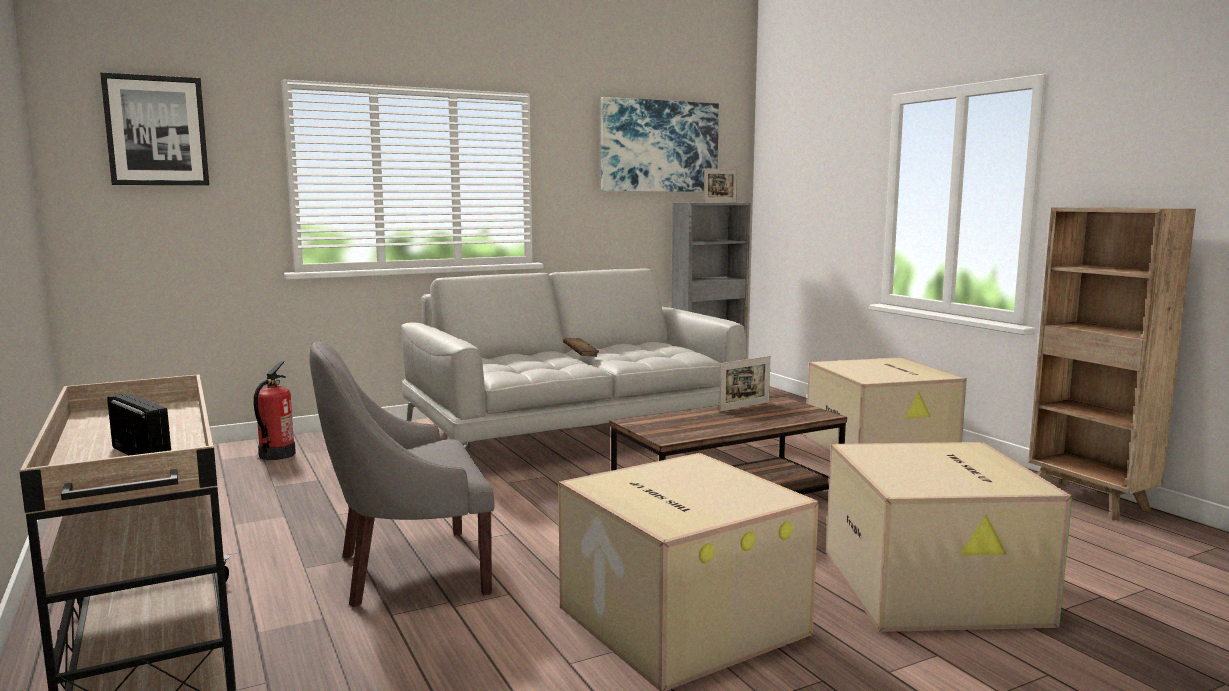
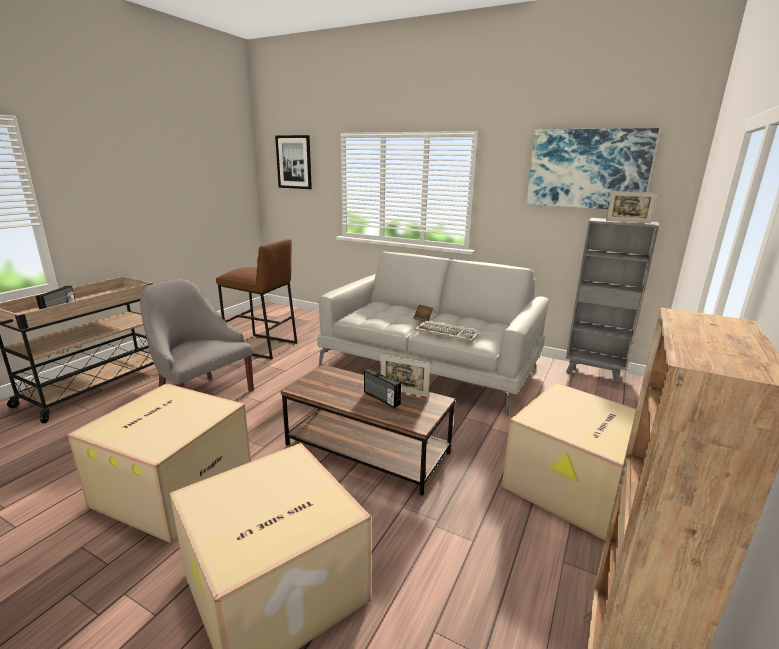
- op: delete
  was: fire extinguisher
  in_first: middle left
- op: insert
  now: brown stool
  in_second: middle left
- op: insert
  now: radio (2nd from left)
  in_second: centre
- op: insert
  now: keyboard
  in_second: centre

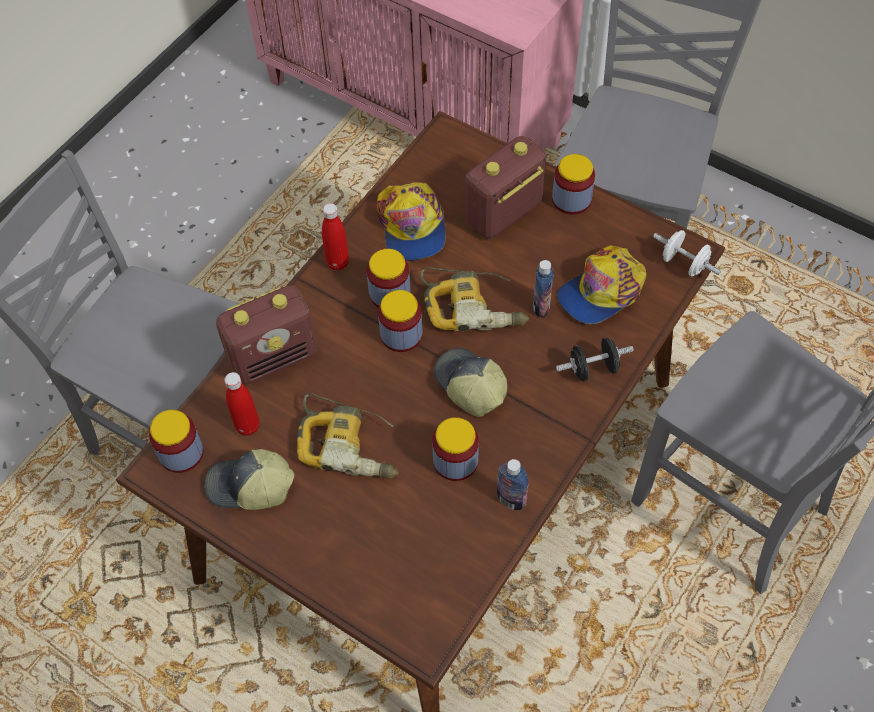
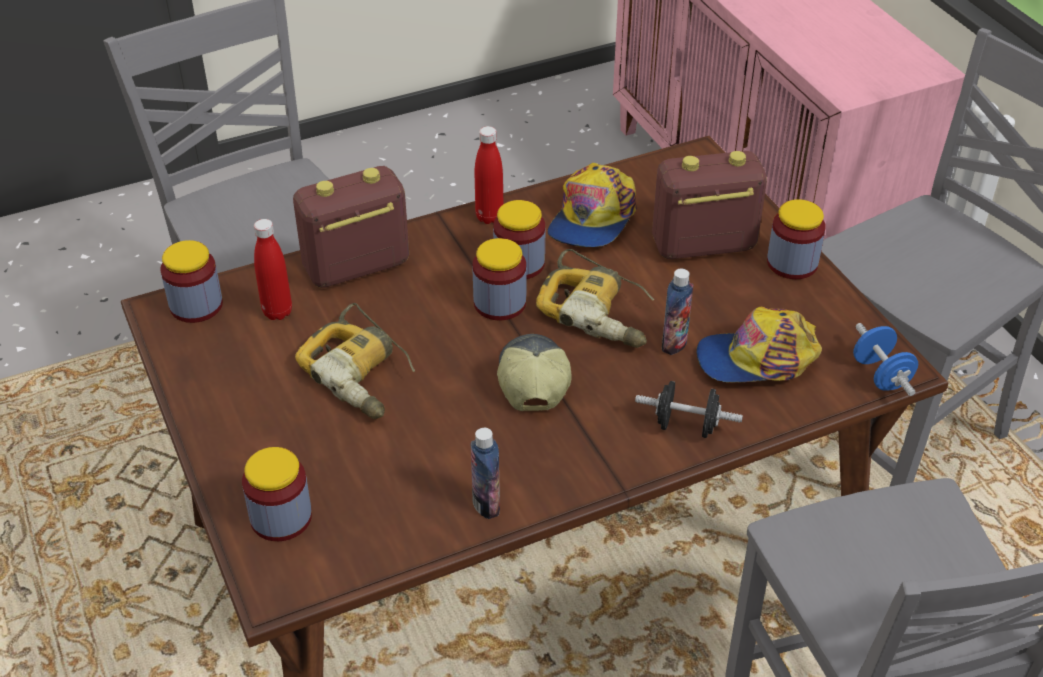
- op: delete
  was: cap (1st from left)
  in_first: bottom left
- op: move
  was: jar (4th from left in the first image)
  now: jar (2nd from left)
  in_first: centre
  in_second: bottom left
- op: recolor
  was: white dumbbell
  now: blue dumbbell
  in_first: middle right
  in_second: middle right
- op: rotate
  was: radio (1st from left)
  in_first: middle left
  in_second: centre
  clockwise: 150

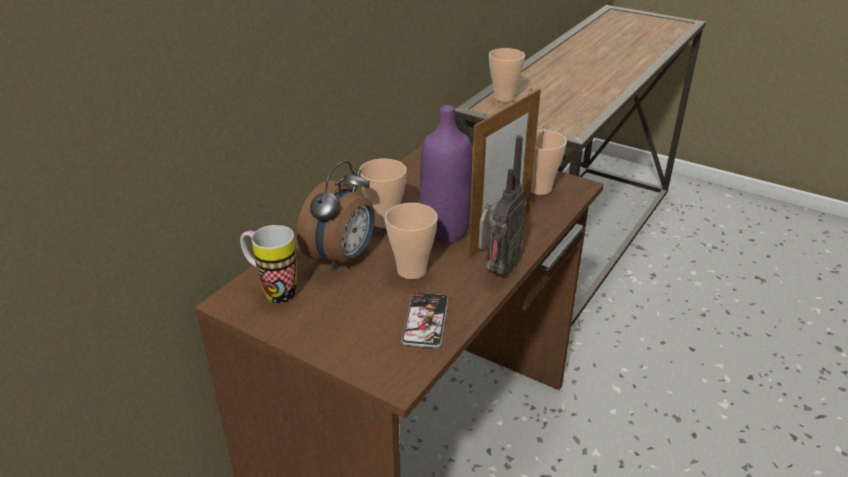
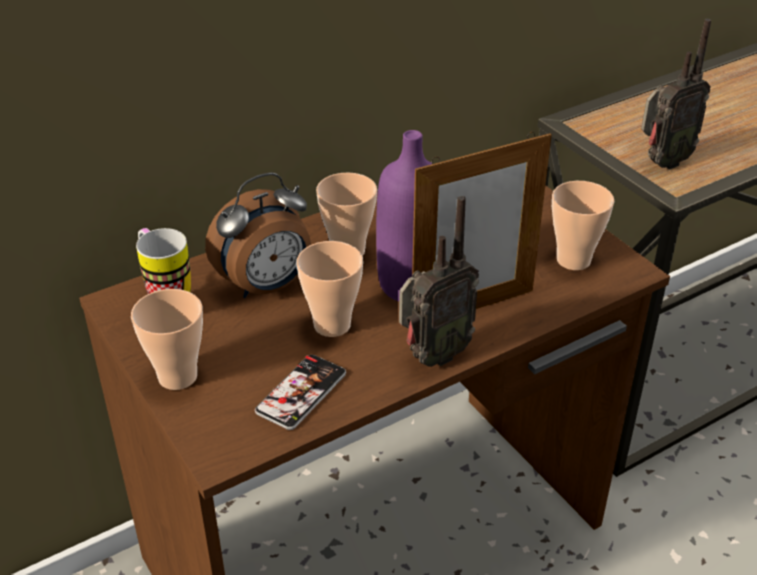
- op: insert
  now: radio (2nd from left)
  in_second: top right
- op: move
  was: cup (3rd from left in the first image)
  now: cup (1st from left)
  in_first: top centre
  in_second: middle left

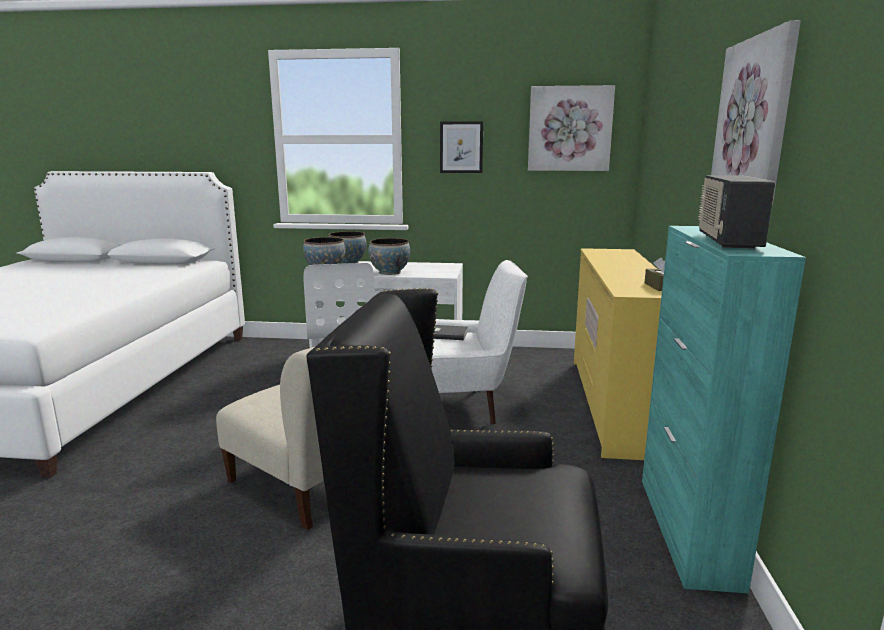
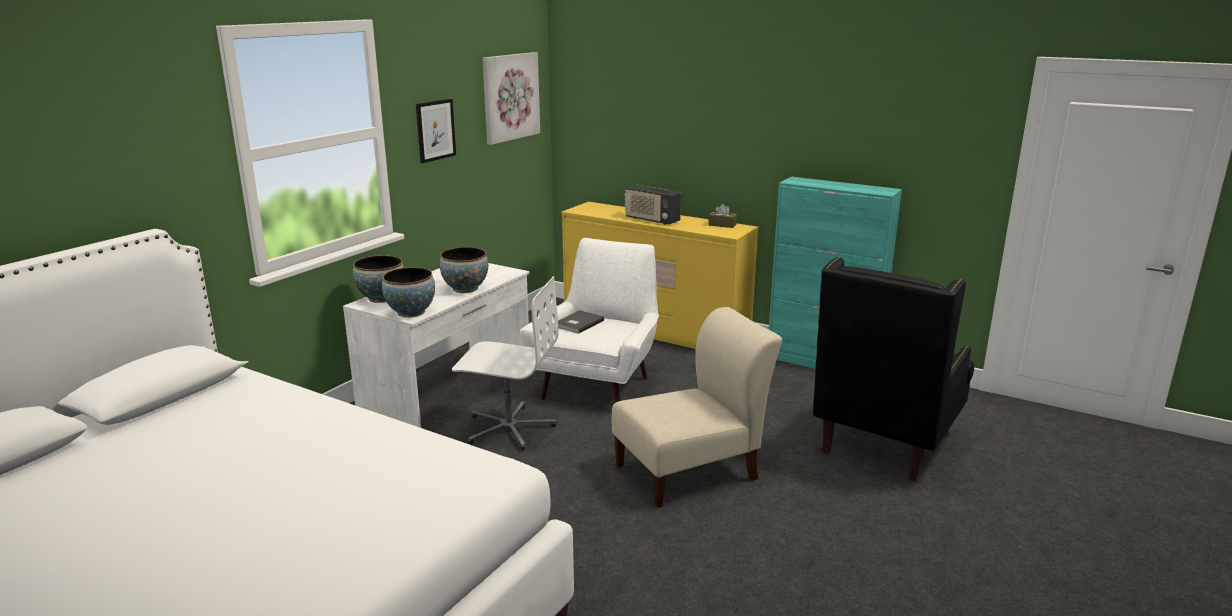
- op: delete
  was: picture (3rd from left)
  in_first: top right
- op: move
  was: radio
  in_first: middle right
  in_second: top centre

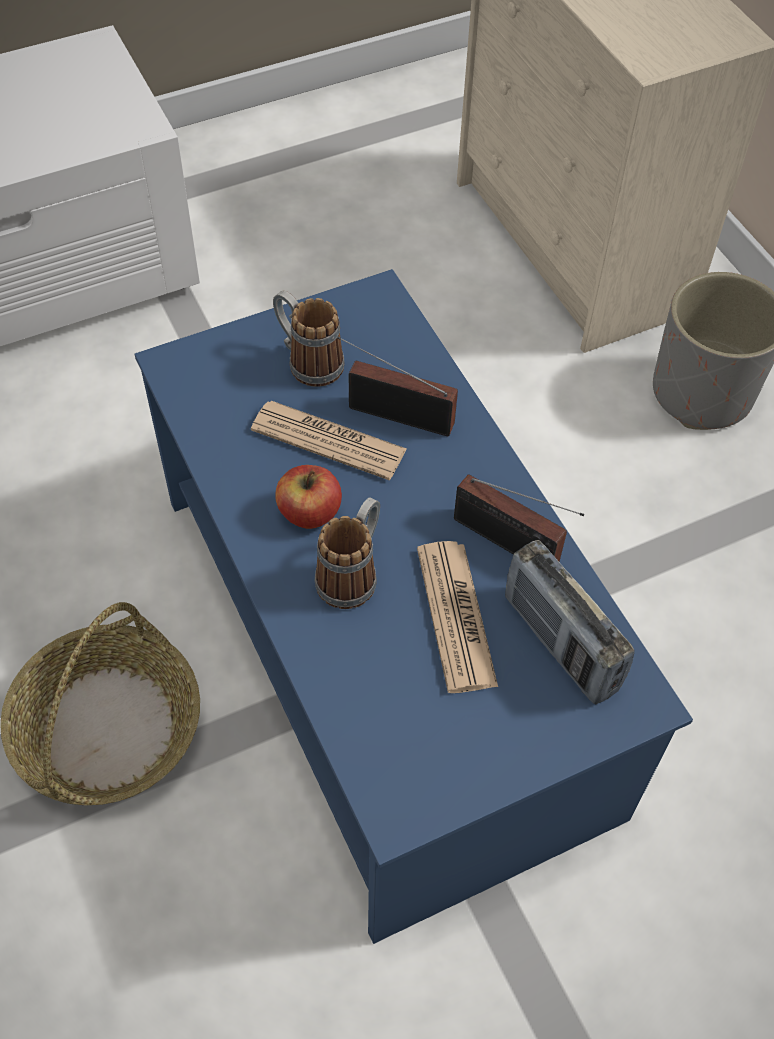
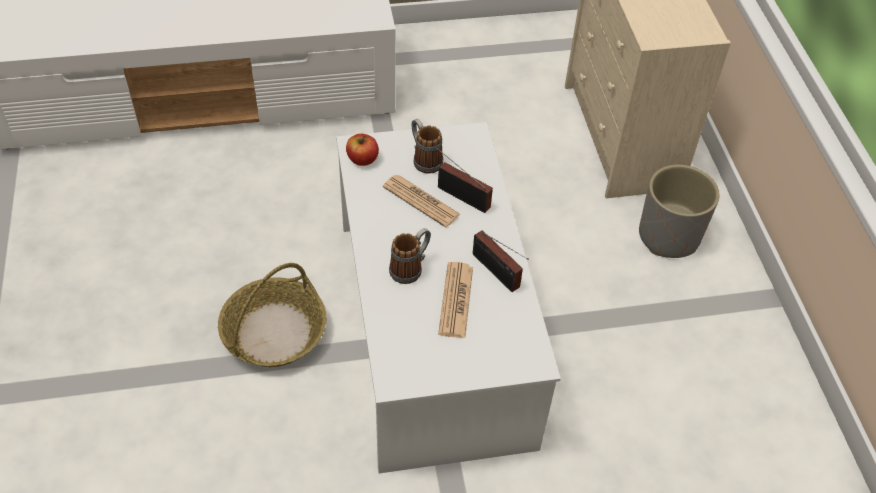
- op: delete
  was: radio (3rd from left)
  in_first: middle right
- op: move
  was: apple
  in_first: centre
  in_second: top centre
- op: recolor
  was: blue coffee table
  now: white coffee table
  in_first: centre
  in_second: centre

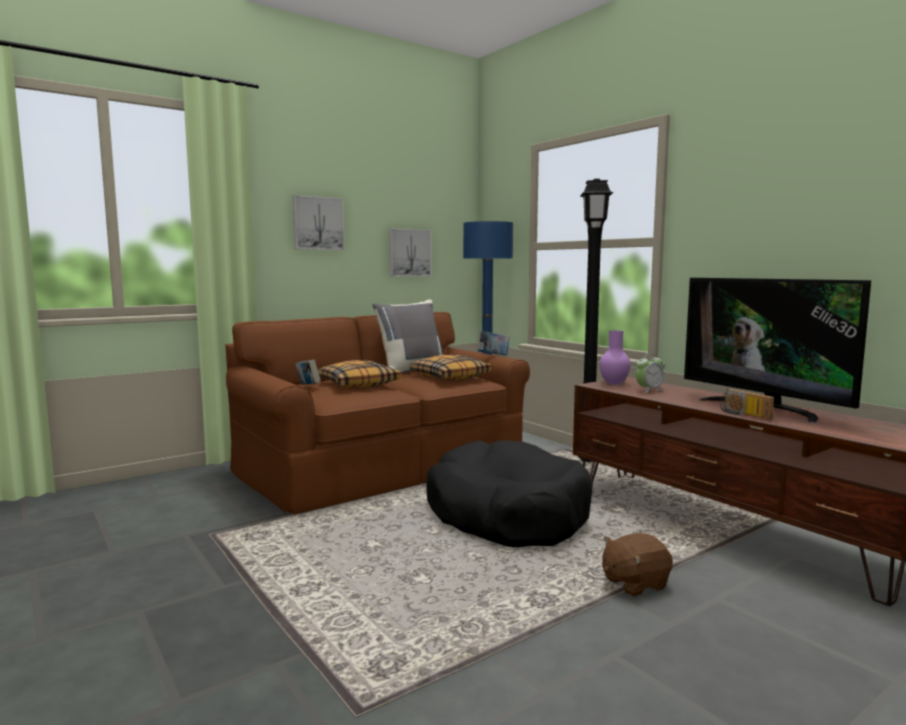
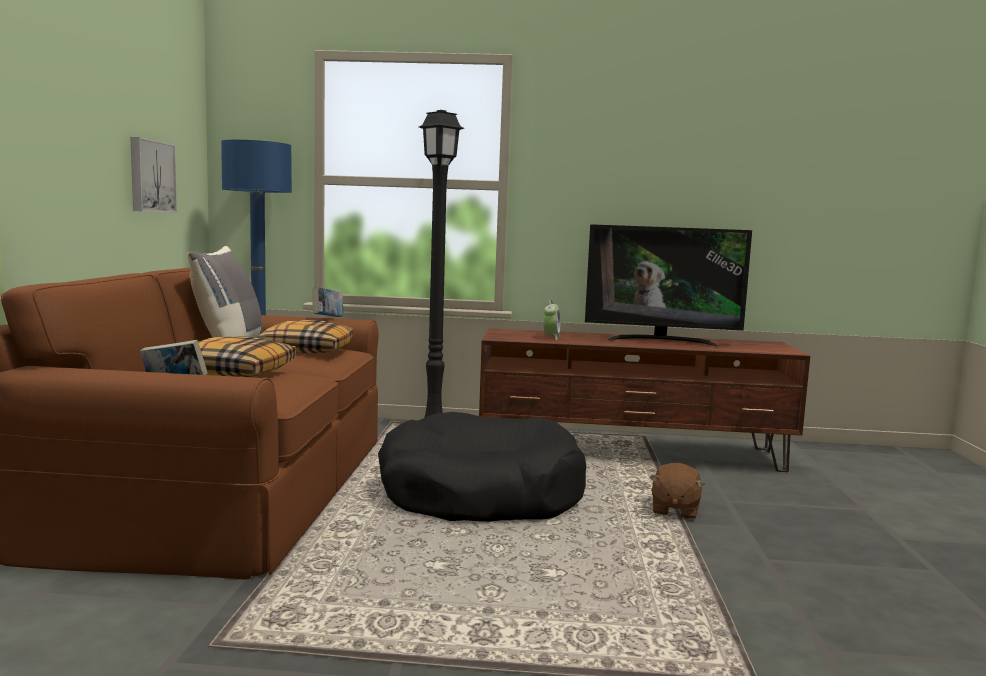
- op: delete
  was: picture (1st from left)
  in_first: top centre
- op: delete
  was: purple vase
  in_first: middle right
- op: delete
  was: radio
  in_first: middle right

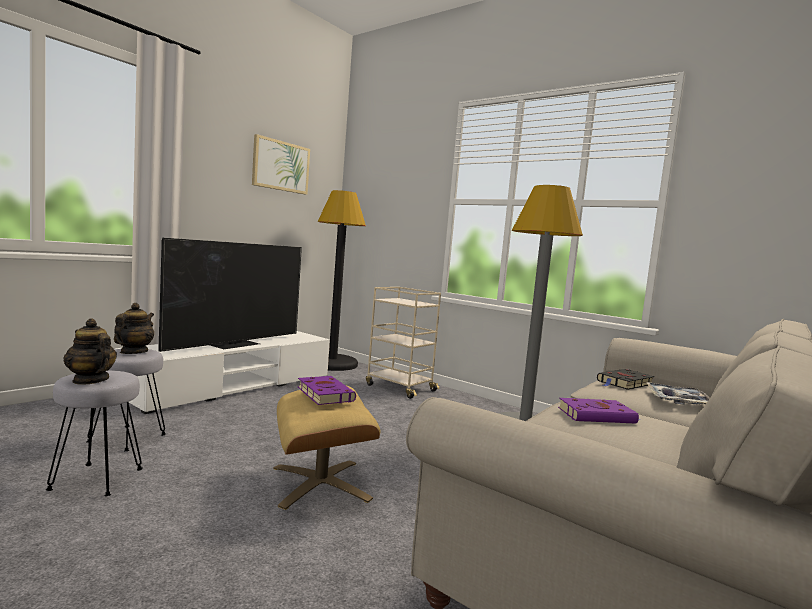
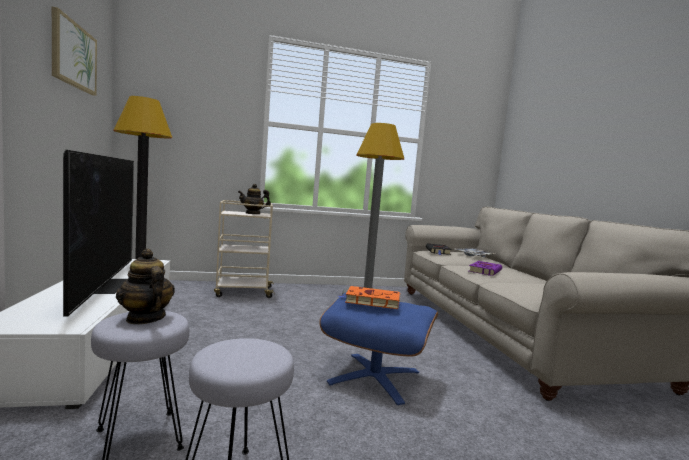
- op: move
  was: teapot (1st from left in the first image)
  now: teapot (2nd from left)
  in_first: middle left
  in_second: centre
- op: recolor
  was: beige ottoman
  now: blue ottoman
  in_first: bottom centre
  in_second: bottom centre
- op: recolor
  was: purple book (1st from left)
  now: orange book
  in_first: centre
  in_second: centre

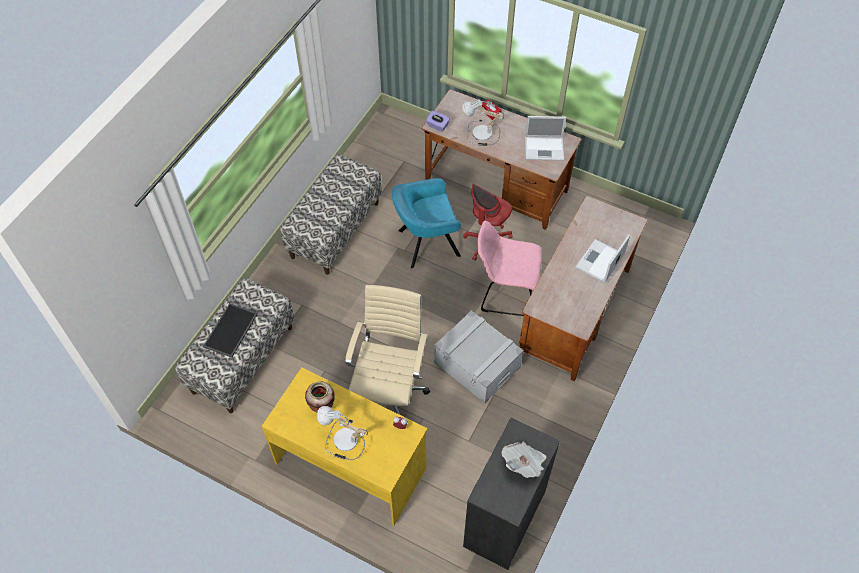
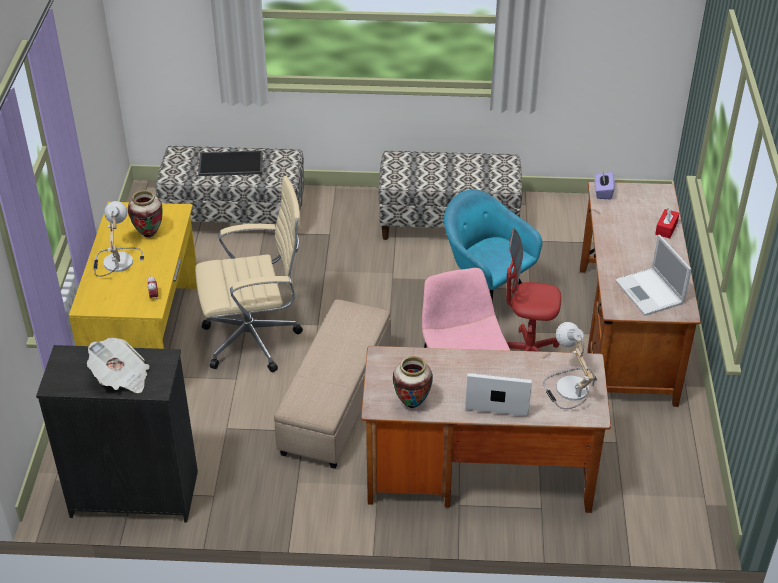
- op: insert
  now: vase (2nd from left)
  in_second: centre
- op: move
  was: table lamp (2nd from left)
  in_first: top centre
  in_second: middle right
- op: replace
  was: grey storage box
  now: beige ottoman
  in_first: centre
  in_second: centre

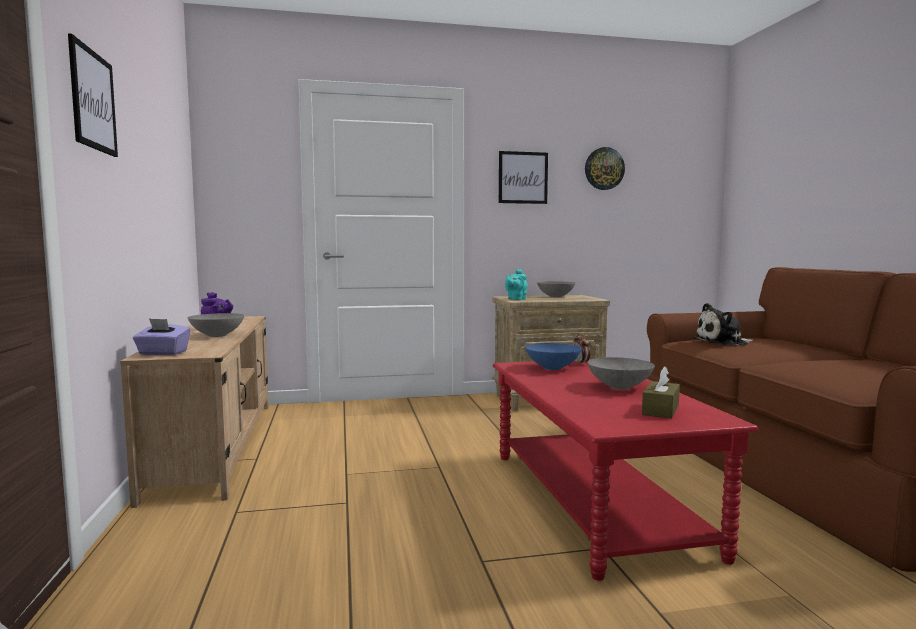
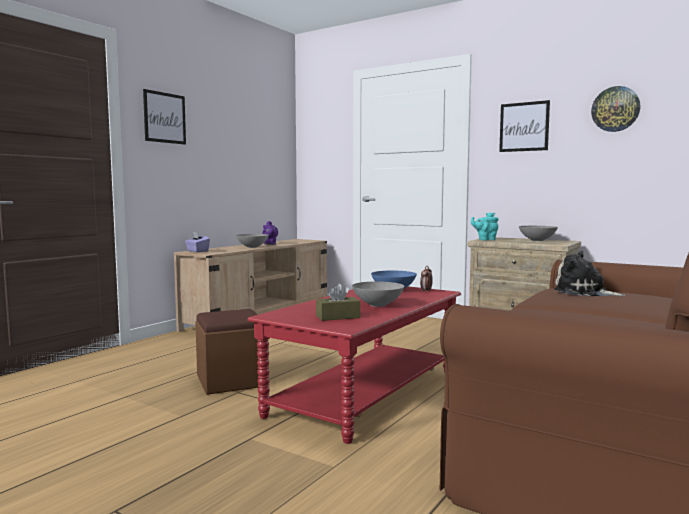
- op: insert
  now: brown ottoman
  in_second: bottom centre

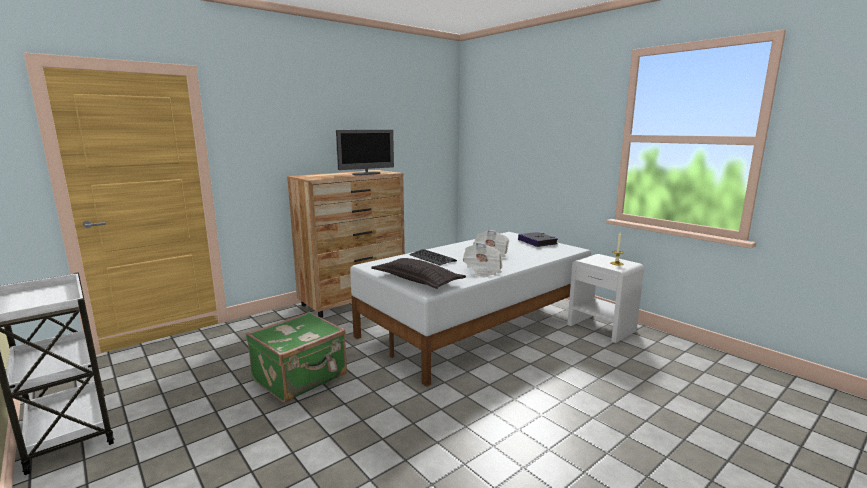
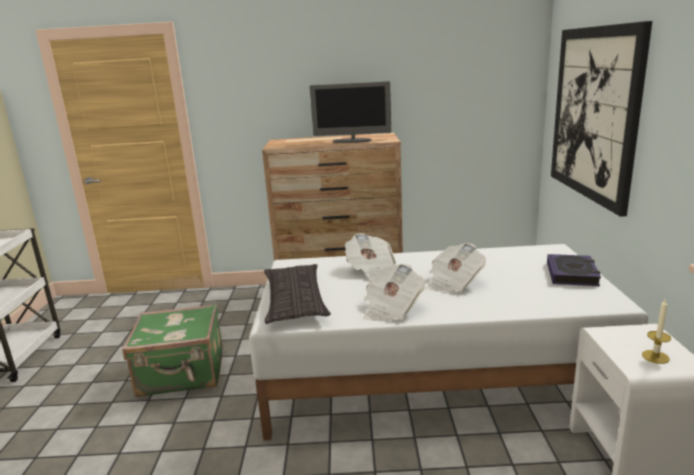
- op: insert
  now: picture
  in_second: top right
- op: replace
  was: keyboard
  now: newspaper (1st from left)
  in_first: centre
  in_second: centre

